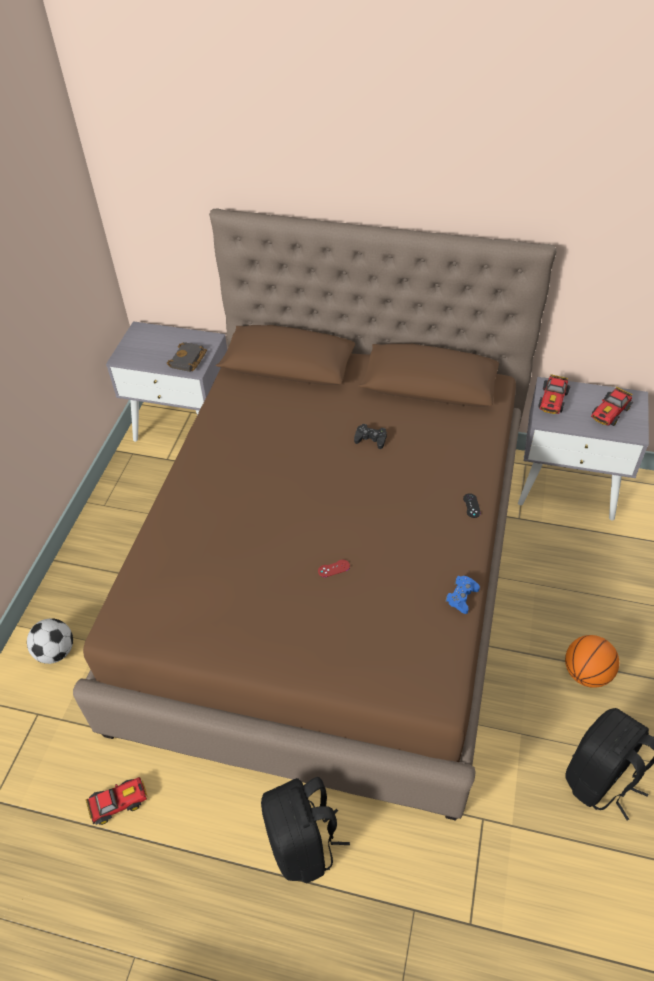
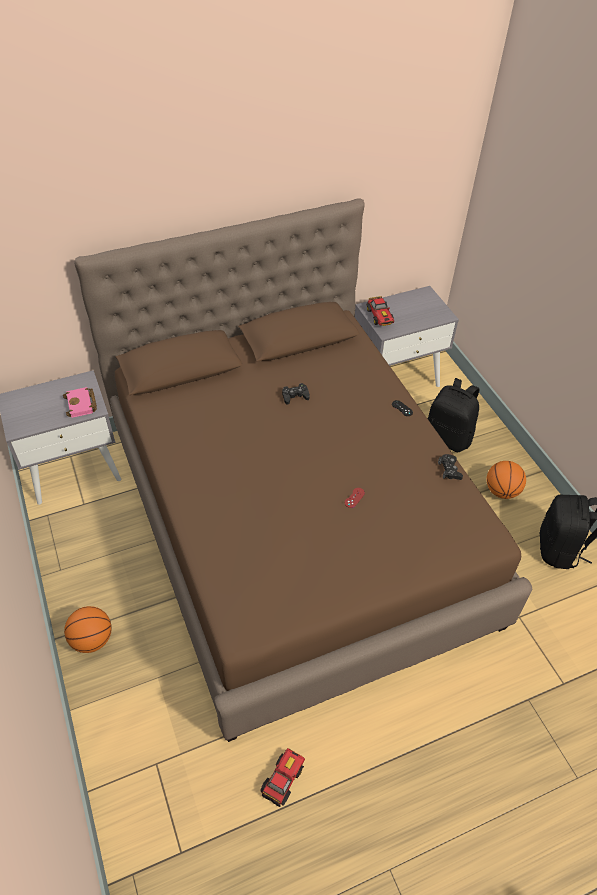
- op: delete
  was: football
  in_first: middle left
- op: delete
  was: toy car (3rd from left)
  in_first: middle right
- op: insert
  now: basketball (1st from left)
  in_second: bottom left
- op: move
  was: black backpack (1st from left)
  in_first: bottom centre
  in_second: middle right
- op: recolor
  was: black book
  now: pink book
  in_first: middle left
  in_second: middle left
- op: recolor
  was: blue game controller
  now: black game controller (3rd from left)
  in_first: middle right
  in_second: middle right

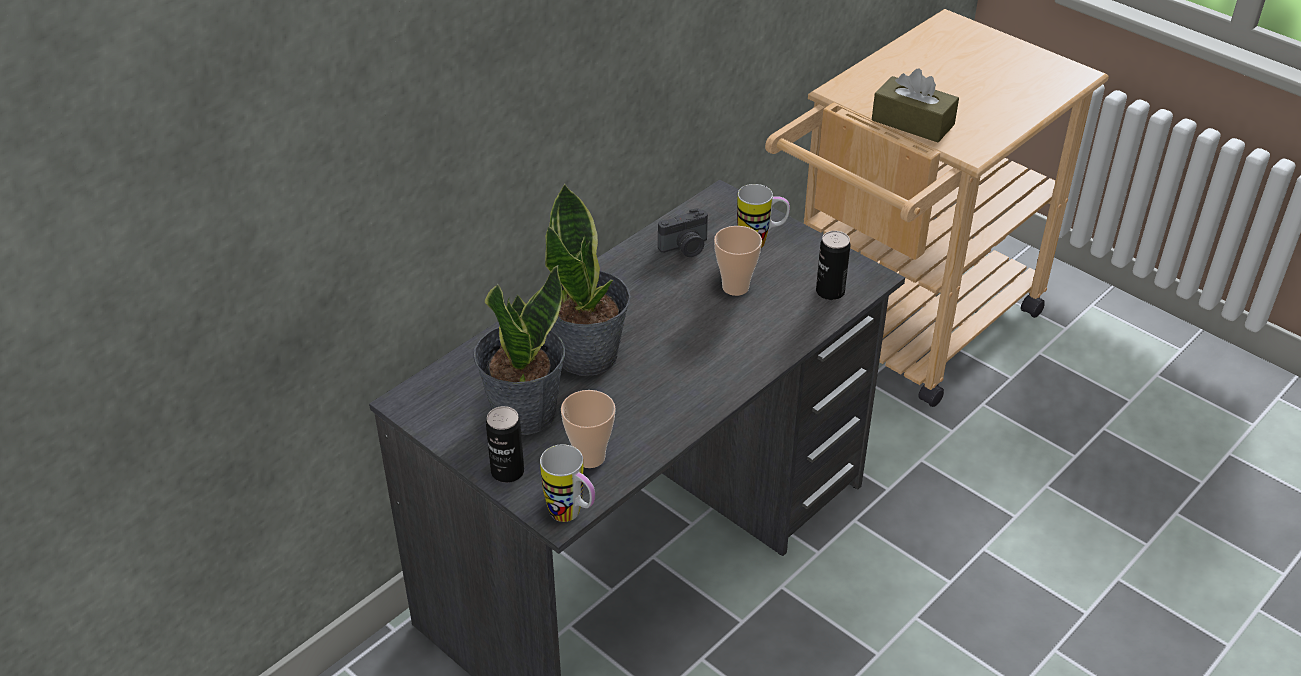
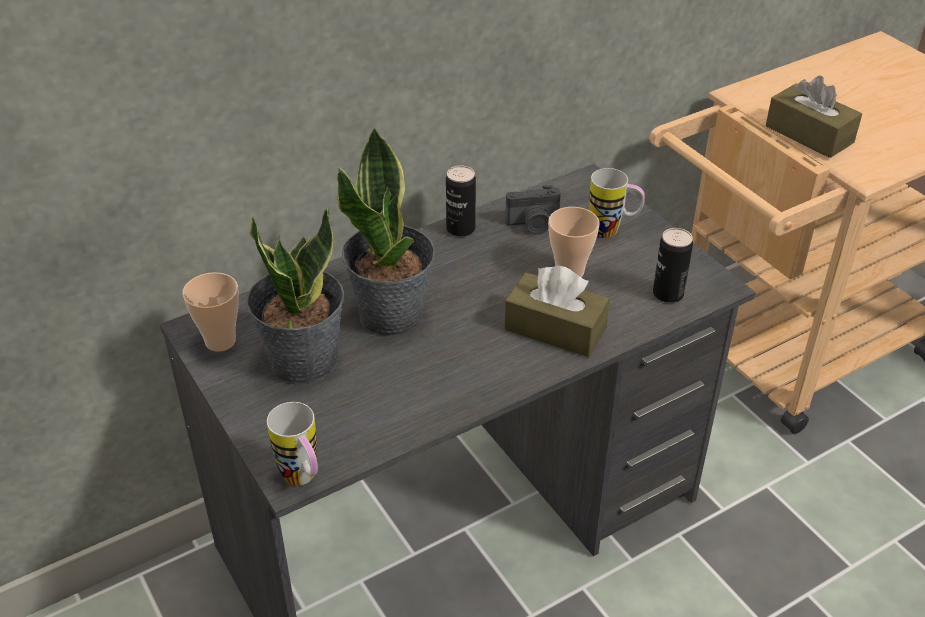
- op: insert
  now: brown tissue box (1st from left)
  in_second: centre
- op: move
  was: can (1st from left)
  in_first: centre
  in_second: top centre
- op: move
  was: cup (1st from left)
  in_first: centre
  in_second: middle left

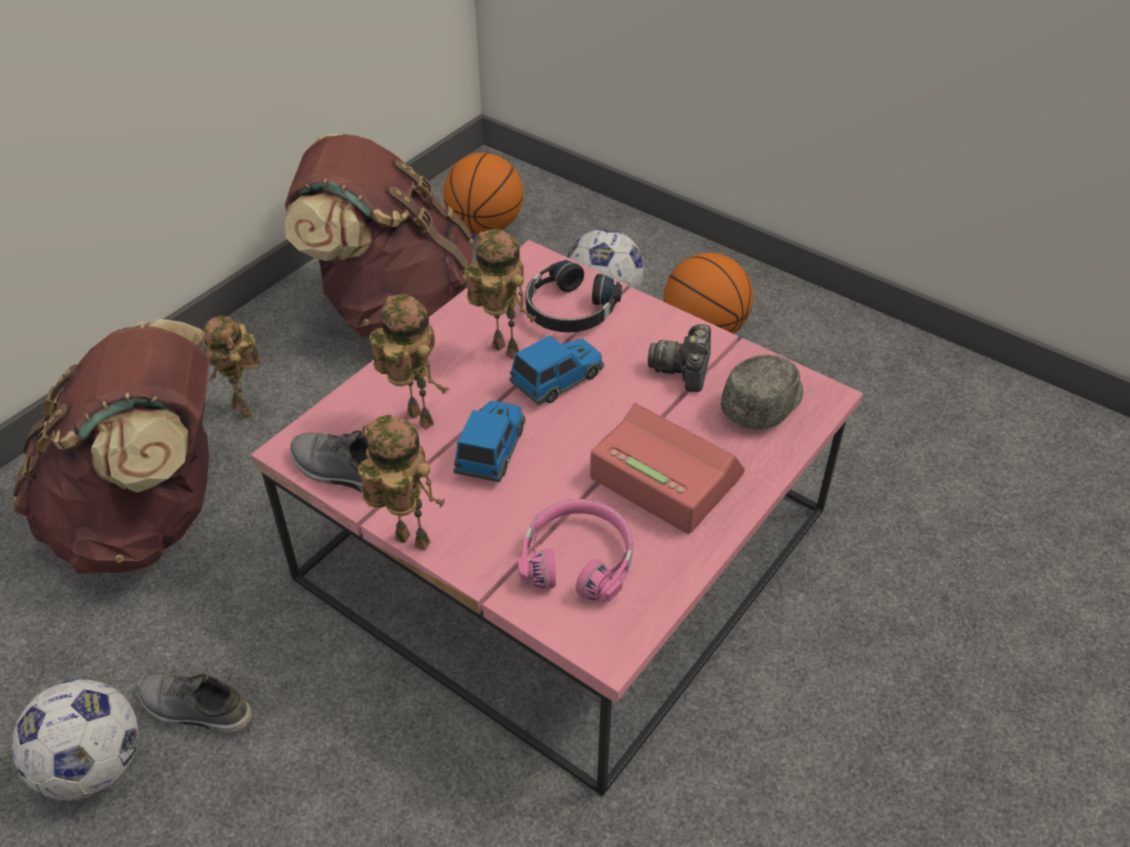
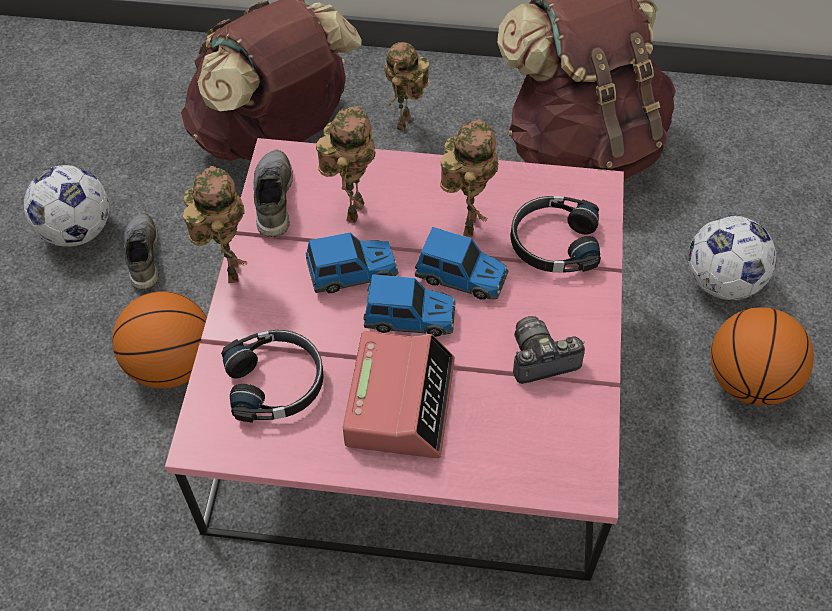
- op: delete
  was: grey cap
  in_first: middle right
- op: insert
  now: toy car (2nd from left)
  in_second: centre
- op: move
  was: basketball (1st from left)
  in_first: top centre
  in_second: middle left
- op: recolor
  was: pink headphones
  now: black headphones (1st from left)
  in_first: centre
  in_second: middle left

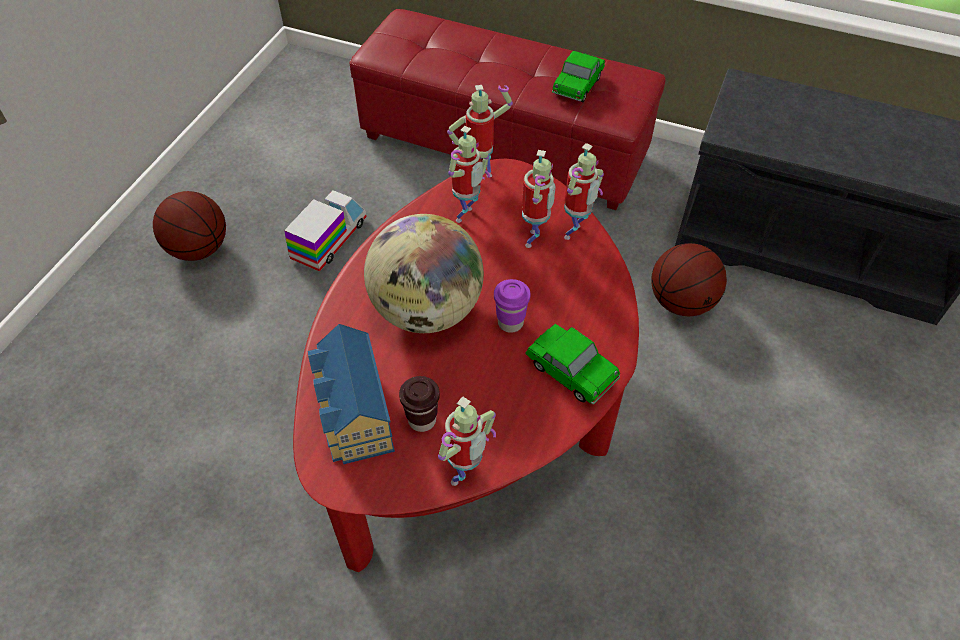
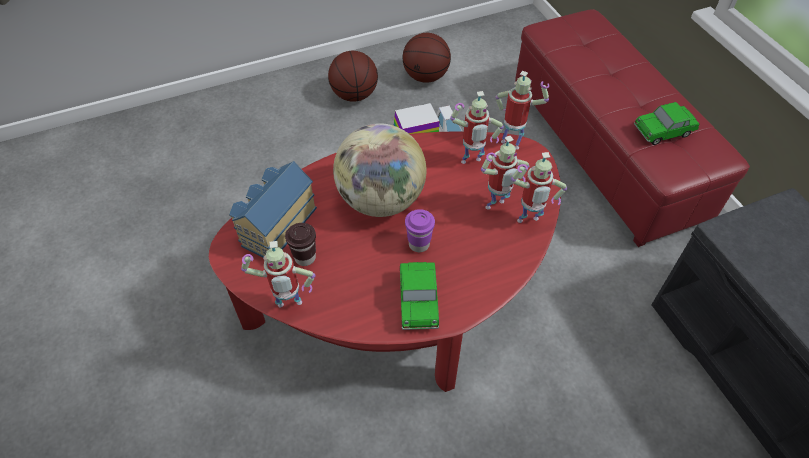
- op: move
  was: basketball (2nd from left)
  in_first: middle right
  in_second: top centre

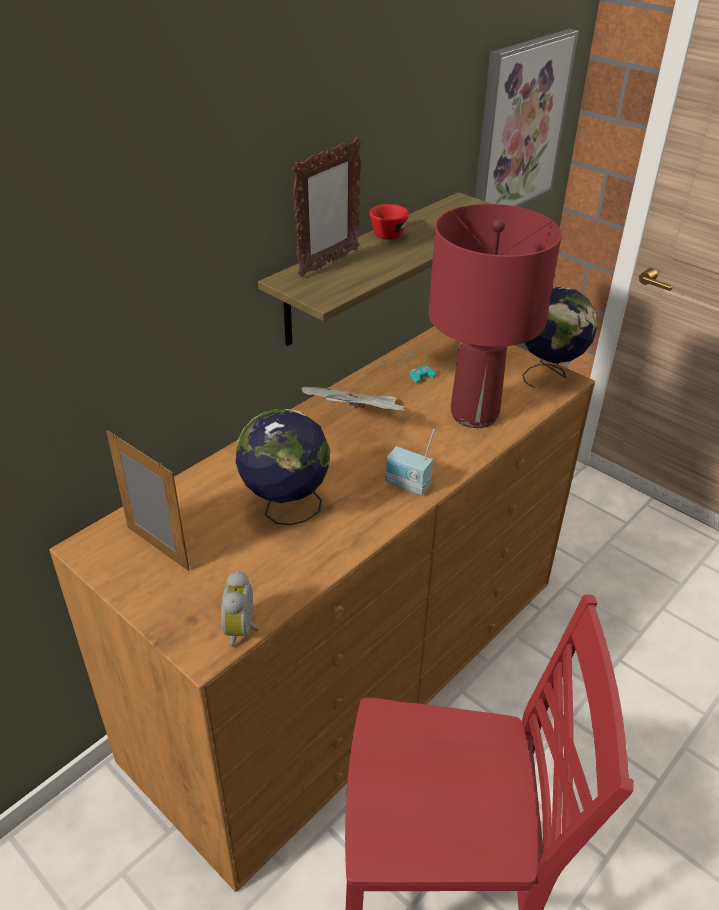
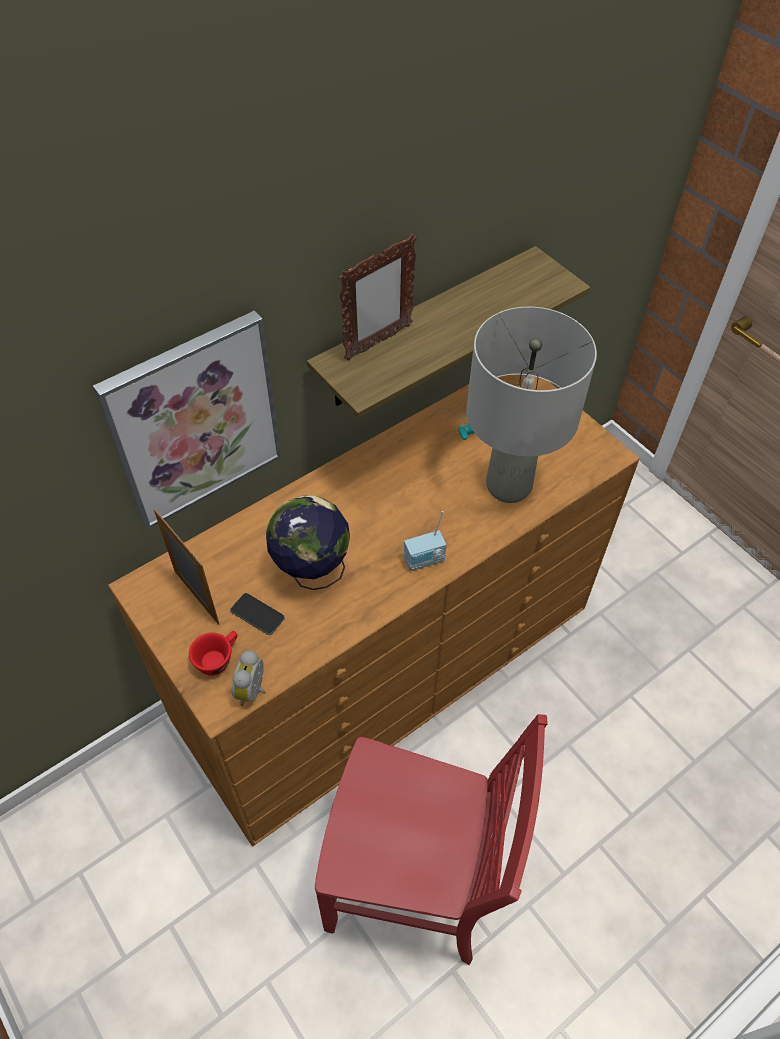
- op: delete
  was: newspaper
  in_first: centre
- op: delete
  was: globe (2nd from left)
  in_first: middle right
- op: insert
  now: phone
  in_second: middle left
- op: move
  was: red cup
  in_first: top centre
  in_second: middle left
- op: move
  was: picture
  in_first: top right
  in_second: middle left
- op: recolor
  was: red table lamp
  now: grey table lamp
  in_first: middle right
  in_second: middle right
- op: rotate
  was: radio
  in_first: centre
  in_second: centre
  clockwise: -60

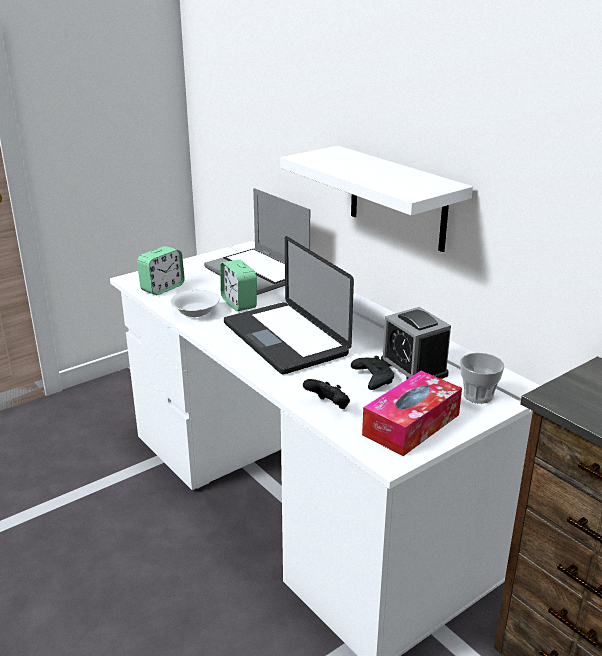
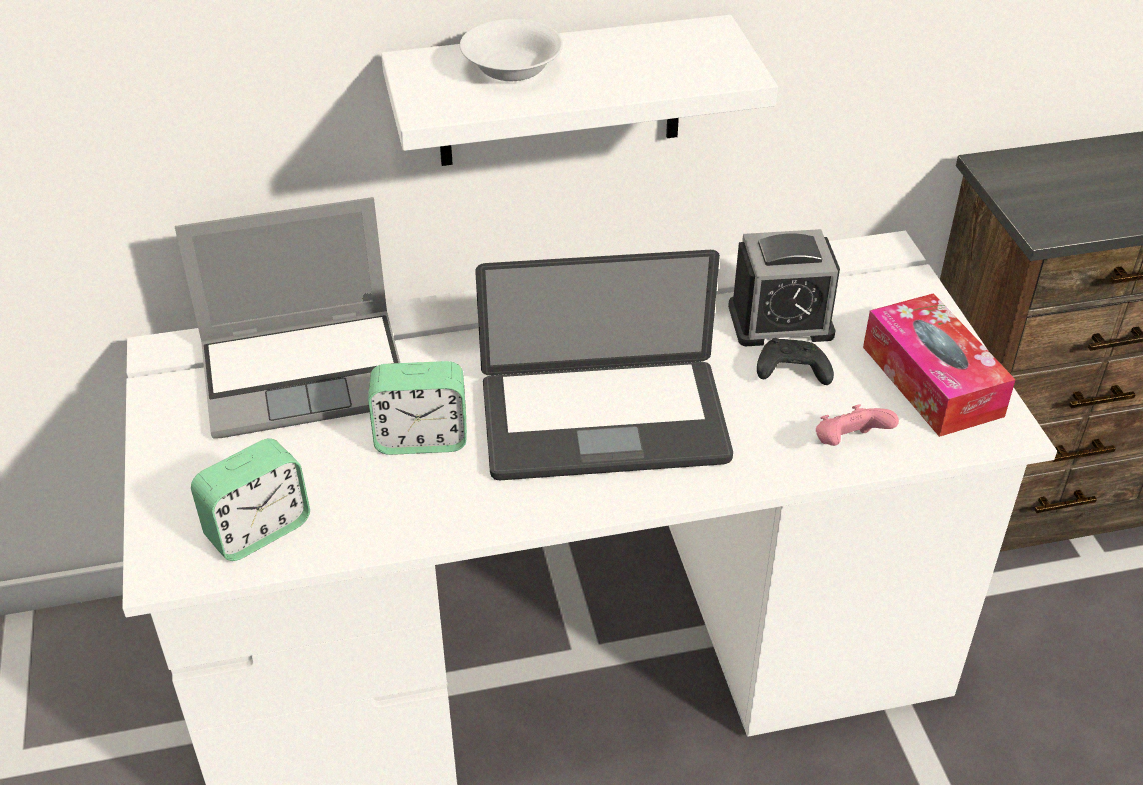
- op: delete
  was: cup
  in_first: middle right
- op: move
  was: white bowl
  in_first: middle left
  in_second: top centre
- op: recolor
  was: black game controller (1st from left)
  now: pink game controller
  in_first: centre
  in_second: middle right
- op: rotate
  was: alarm clock (1st from left)
  in_first: middle left
  in_second: middle left
  clockwise: 75

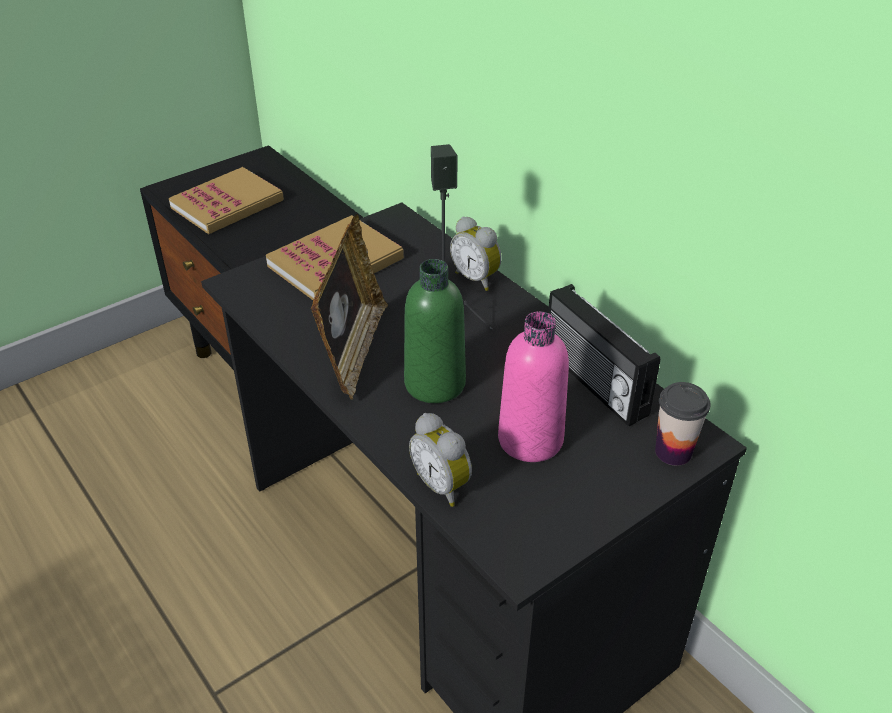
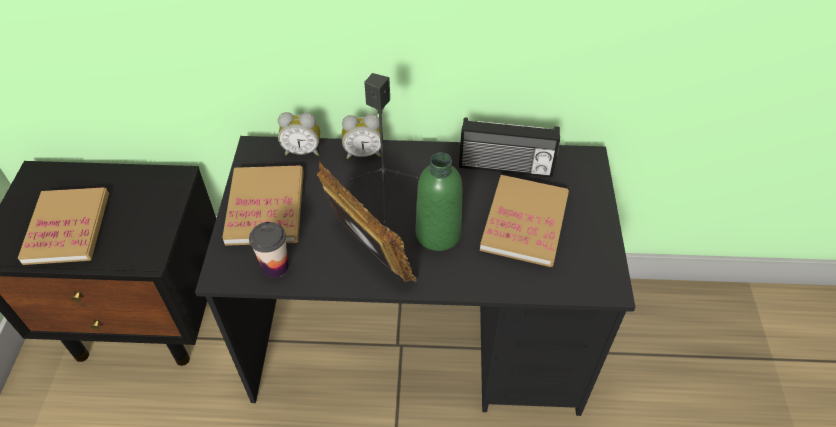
- op: move
  was: alarm clock (1st from left)
  in_first: centre
  in_second: top centre
- op: move
  was: cup
  in_first: middle right
  in_second: middle left
- op: replace
  was: pink bottle
  now: book (3rd from left)
  in_first: centre
  in_second: centre

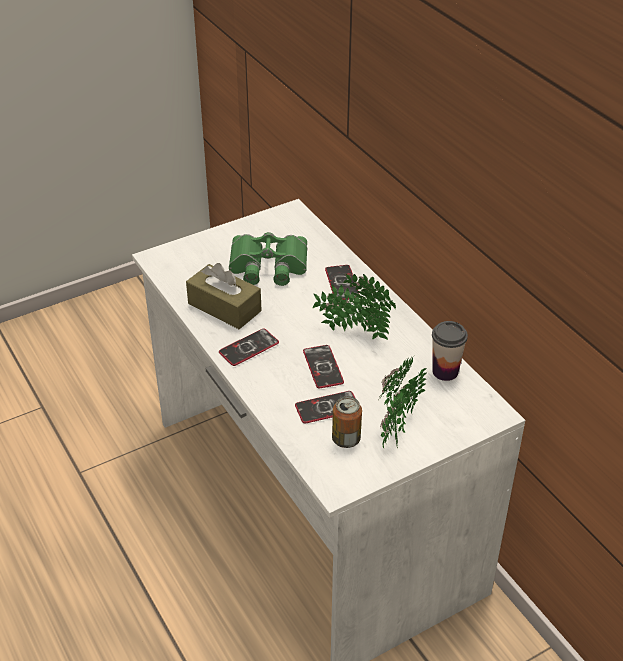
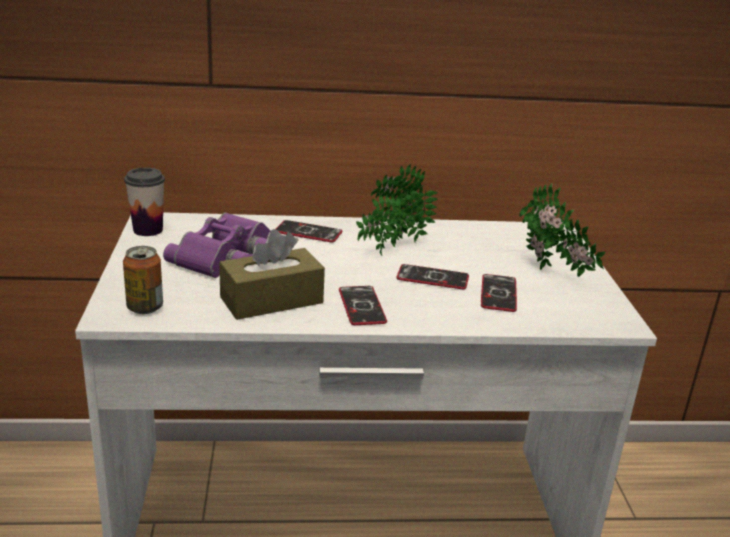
- op: move
  was: can
  in_first: centre
  in_second: middle left
- op: move
  was: cup
  in_first: middle right
  in_second: middle left
- op: recolor
  was: green binoculars
  now: purple binoculars
  in_first: centre
  in_second: middle left

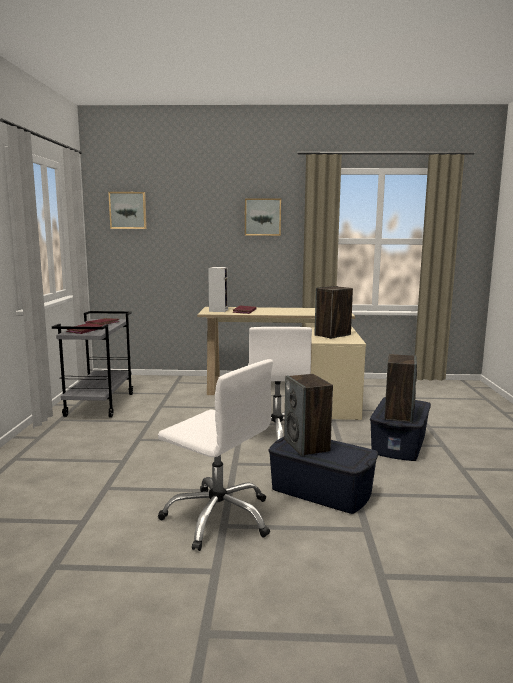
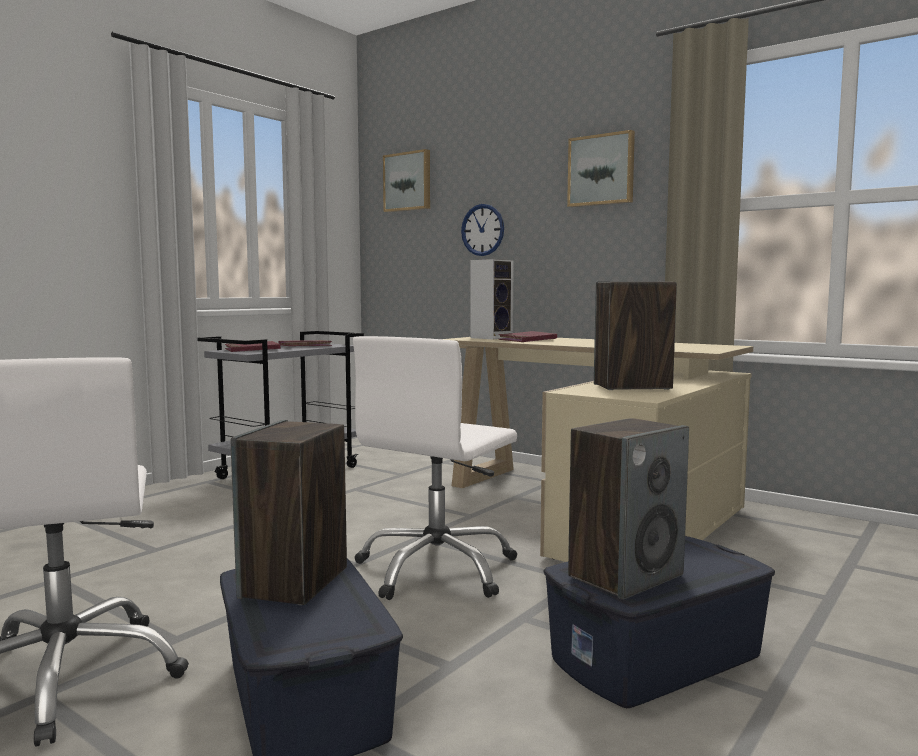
- op: insert
  now: wall clock
  in_second: top centre

